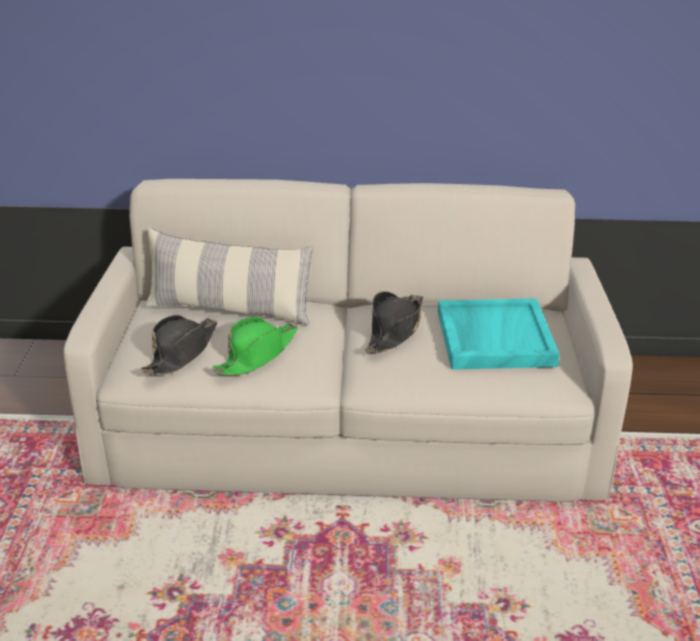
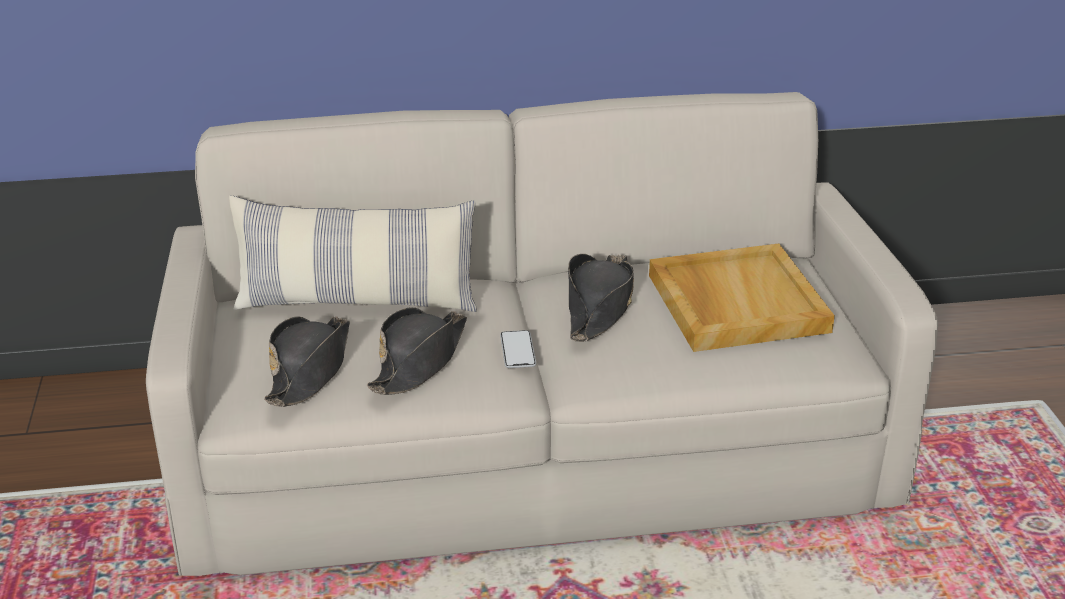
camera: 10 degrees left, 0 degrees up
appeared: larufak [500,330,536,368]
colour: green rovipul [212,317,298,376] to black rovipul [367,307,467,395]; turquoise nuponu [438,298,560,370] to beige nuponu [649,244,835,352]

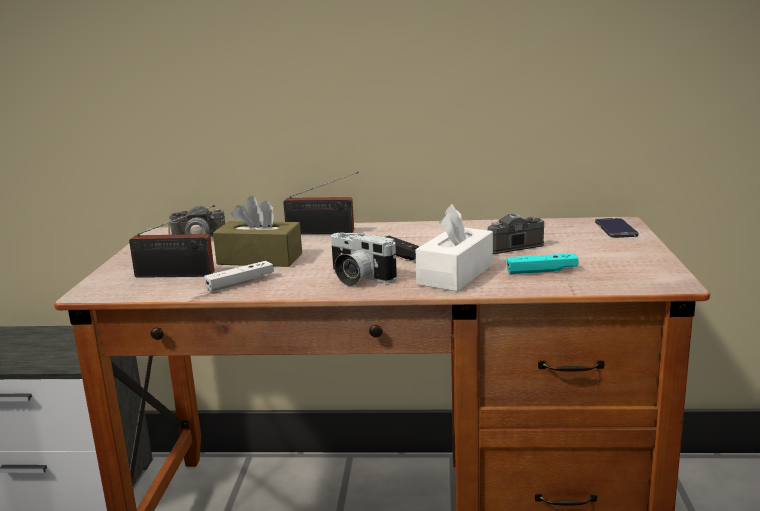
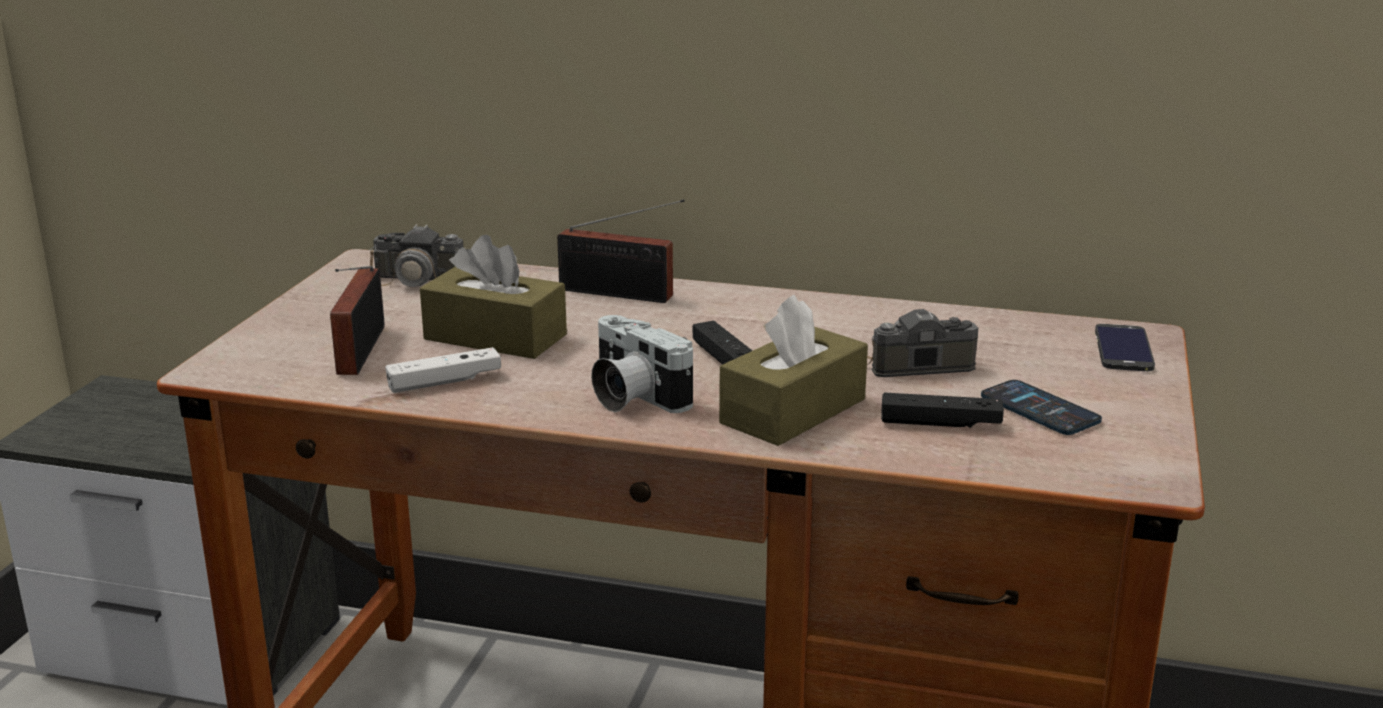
camera: 10 degrees right, 5 degrees up
appeared: larufak [981,380,1102,435]
colour: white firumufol [416,204,493,292] to brown firumufol [719,295,868,446]; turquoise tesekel [507,253,579,274] to black tesekel [881,393,1004,428]
spun: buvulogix [129,205,215,278] = [330,266,385,375] 75 degrees clockwise

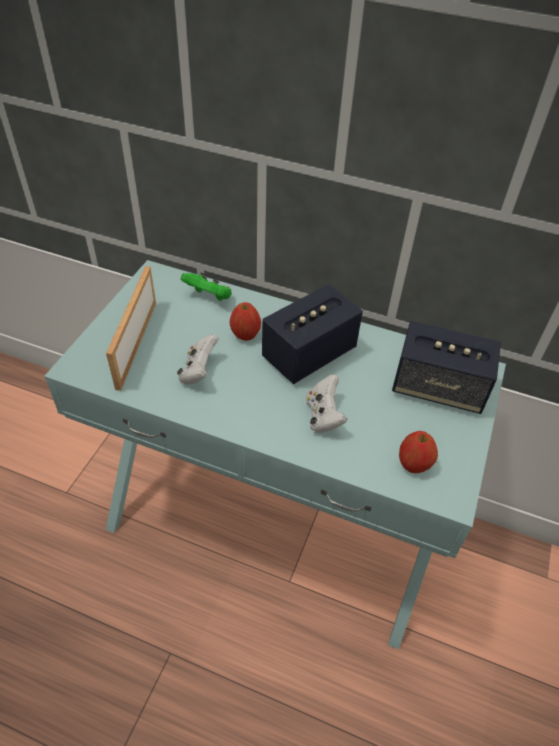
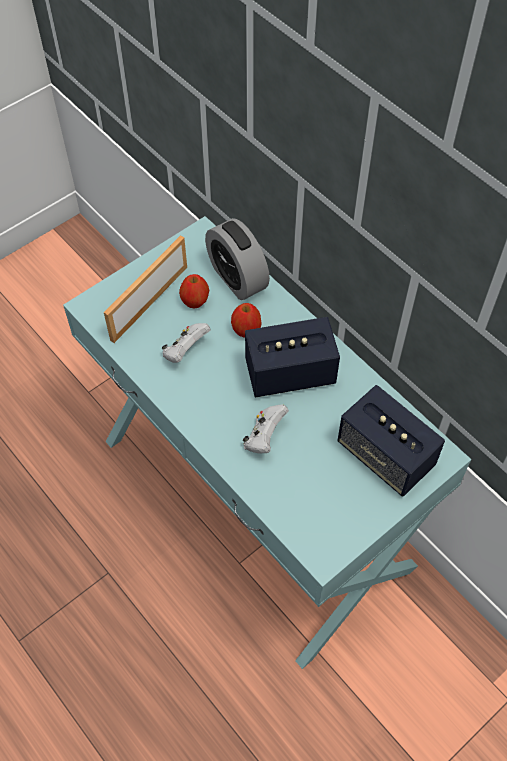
camera: 30 degrees right, 10 degrees up
relocated: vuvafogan [399,431,438,473] to [179,274,209,309]
exchanged: green tesekel [181,272,232,301] to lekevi [205,218,270,300]

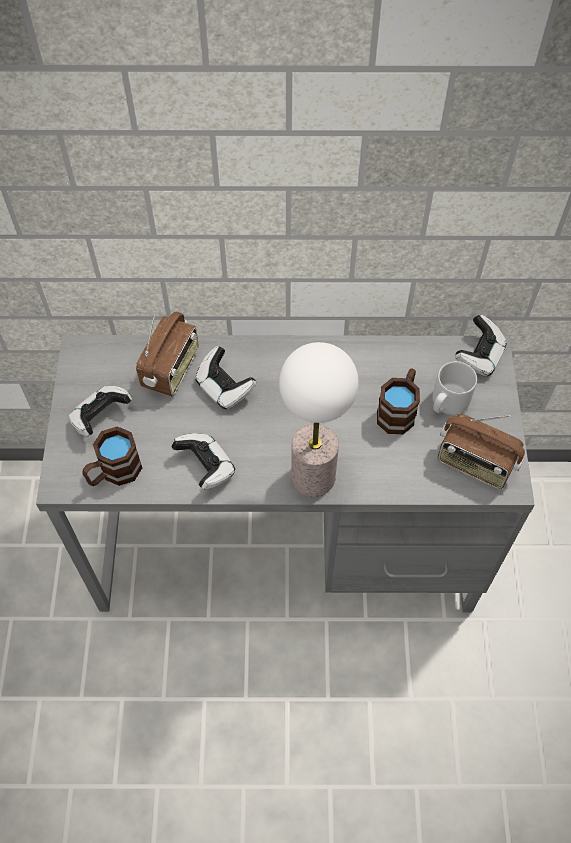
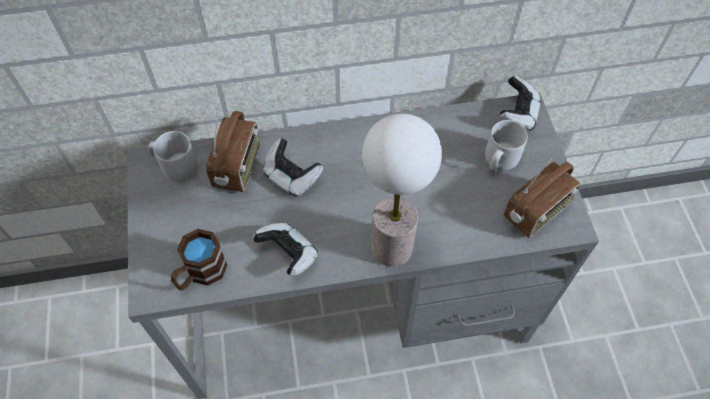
camera: 10 degrees left, 0 degrees up
missing: tesekel [69,386,132,437]; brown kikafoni [377,368,420,434]
appeared: grey kikafoni [148,131,198,182]
spun: buvulogix [438,414,525,489] = [503,153,580,238] 60 degrees counterclockwise

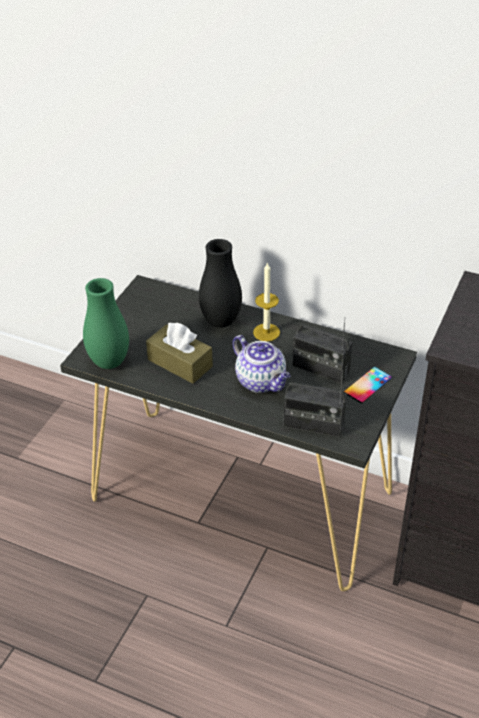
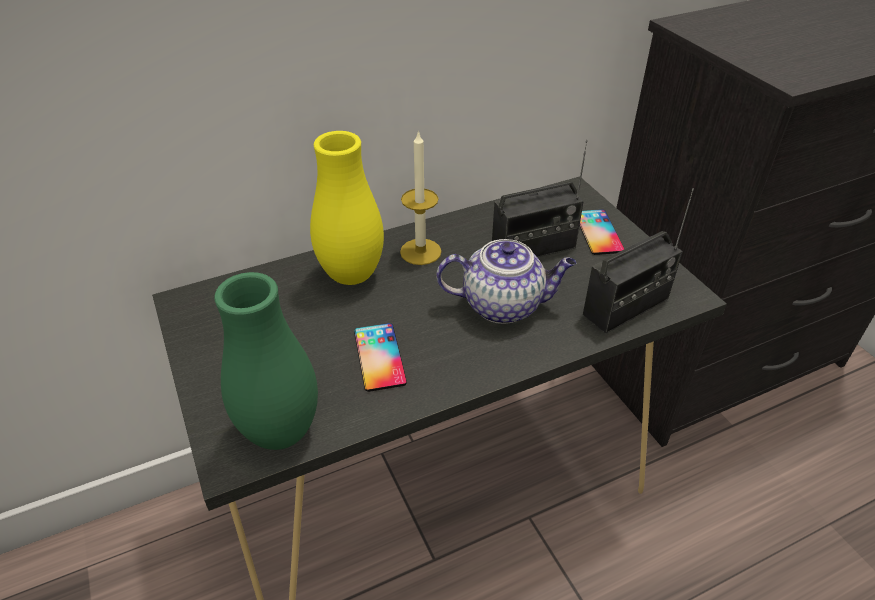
camera: 50 degrees left, 0 degrees up
exchanged: brown firumufol [146,323,213,384] to larufak [354,323,407,392]
colour: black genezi [199,239,242,328] to yellow genezi [310,131,384,285]

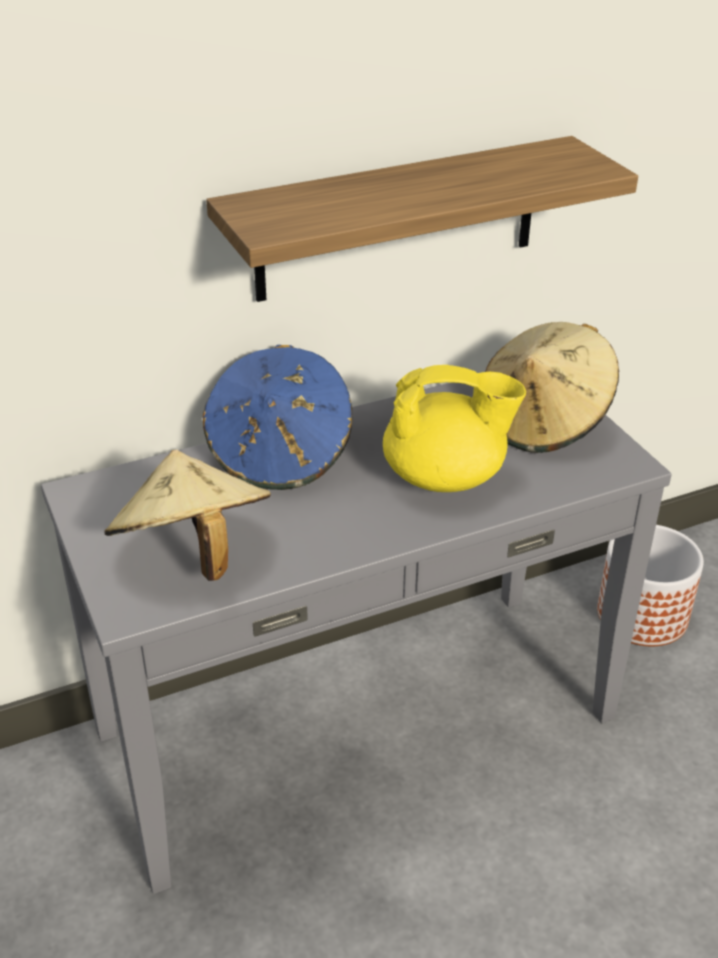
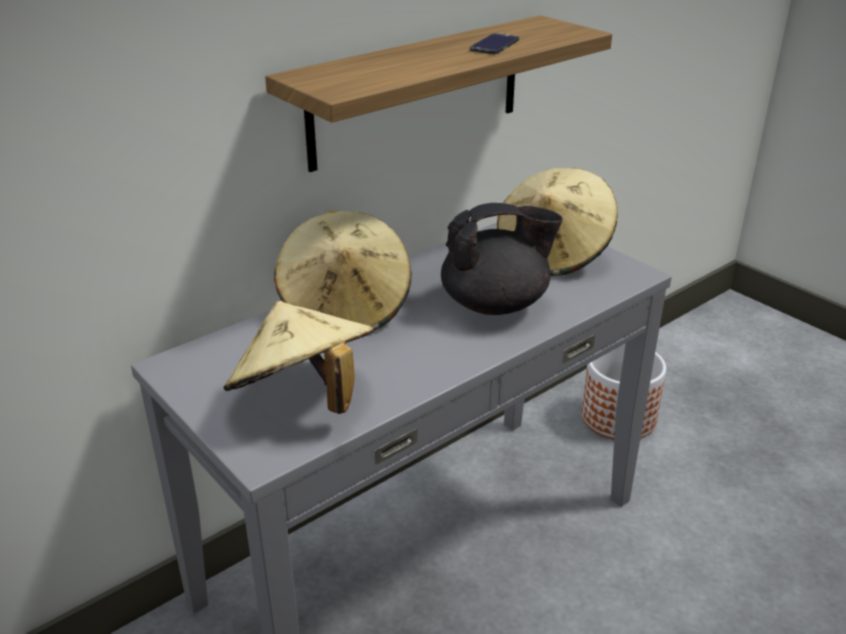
camera: 15 degrees left, 5 degrees down
appeared: larufak [470,33,519,54]
colour: blue rovipul [203,345,352,490] to beige rovipul [274,210,411,331]; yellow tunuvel [383,365,526,492] to black tunuvel [441,203,563,315]

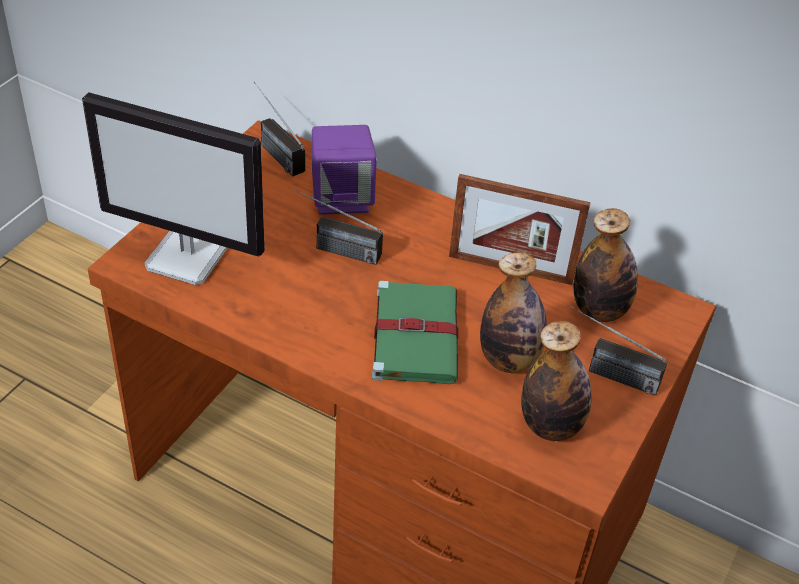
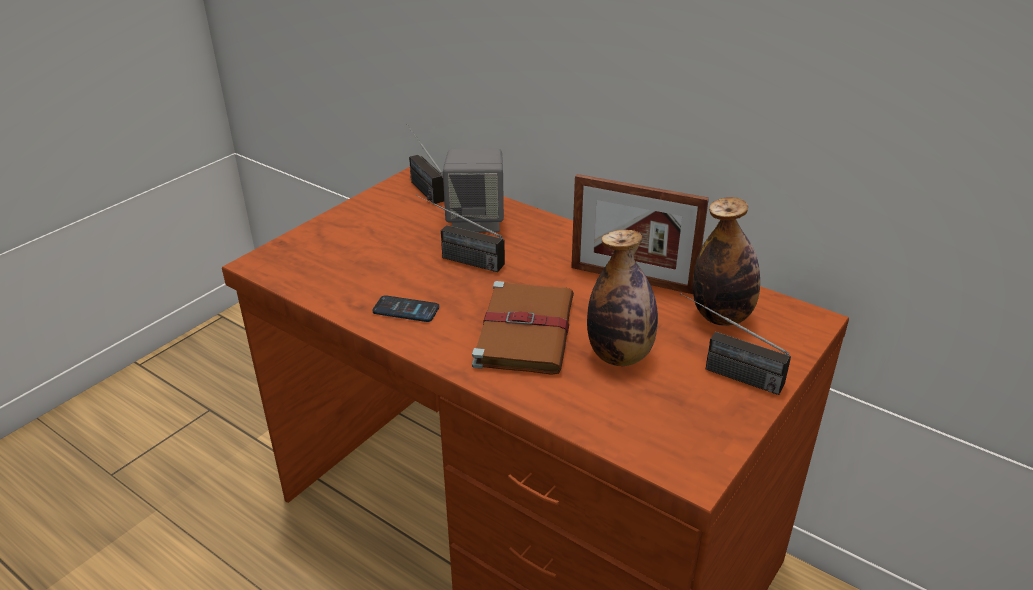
camera: 10 degrees right, 10 degrees down
missing: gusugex [82,92,265,285]; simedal [521,321,591,441]
appeared: larufak [372,295,439,322]
colour: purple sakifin [312,125,377,215] to grey sakifin [443,149,504,232]; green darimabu [372,281,458,384] to brown darimabu [472,281,574,375]

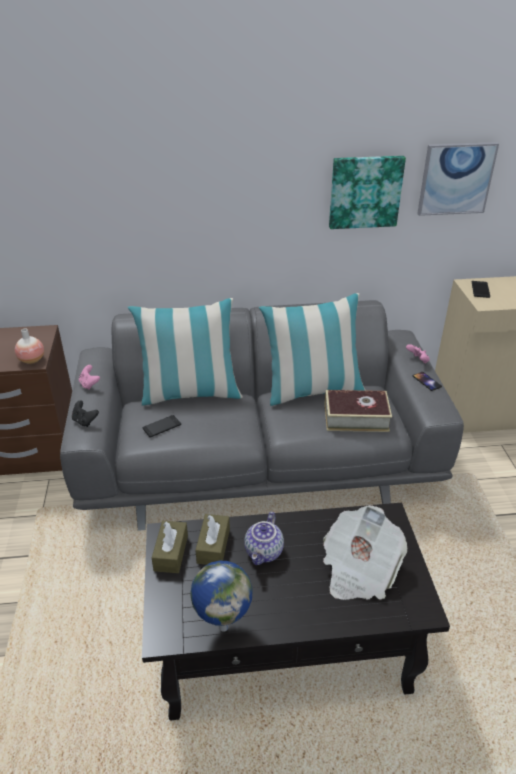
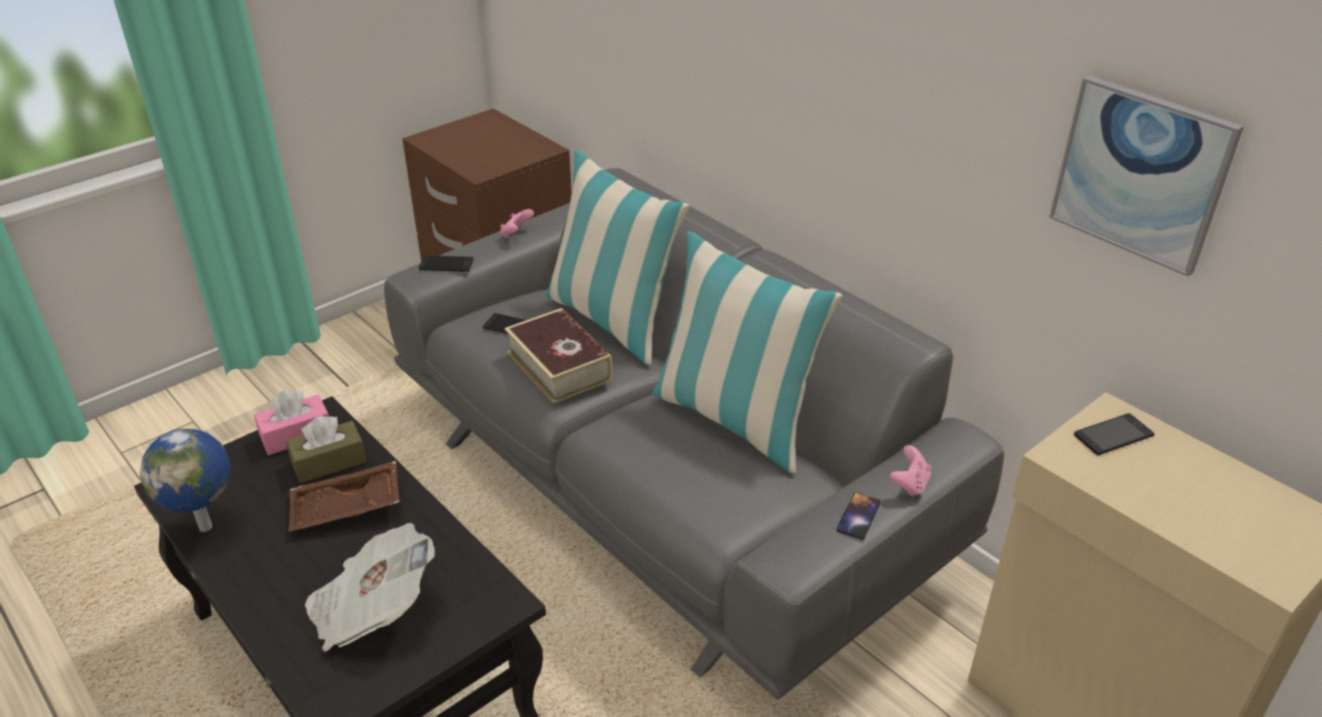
camera: 55 degrees right, 0 degrees up
missing: genezi [15,329,44,364]; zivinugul [329,156,406,229]
relocated: darimabu [325,390,392,432] to [504,308,613,404]
exchanged: tunuvel [244,512,284,565] to brown nuponu [288,461,400,532]; black tesekel [72,400,99,427] to larufak [419,255,473,272]
colour: brown firumufol [152,521,188,573] to pink firumufol [254,389,329,455]

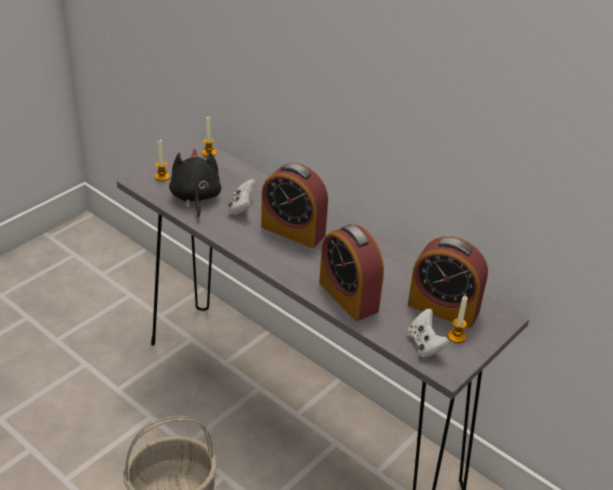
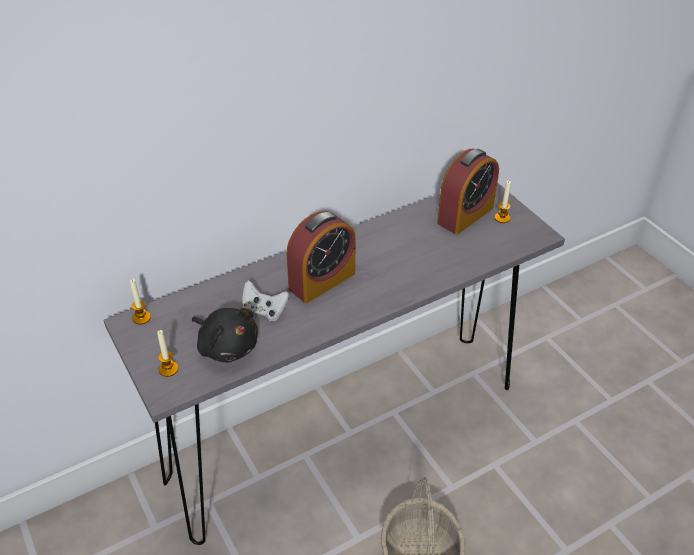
camera: 70 degrees left, 5 degrees up
missing: lekevi [319,224,384,321]; white tesekel [408,309,450,358]
spun: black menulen [169,149,221,218] = [192,308,258,363] 150 degrees counterclockwise

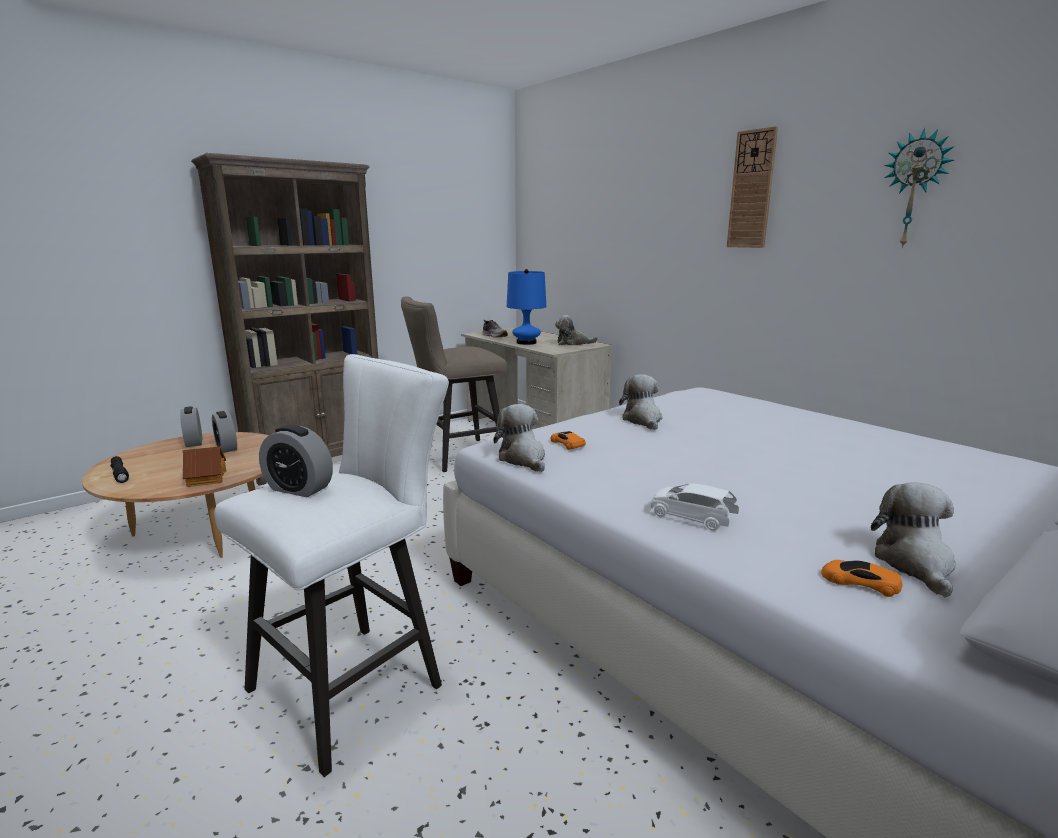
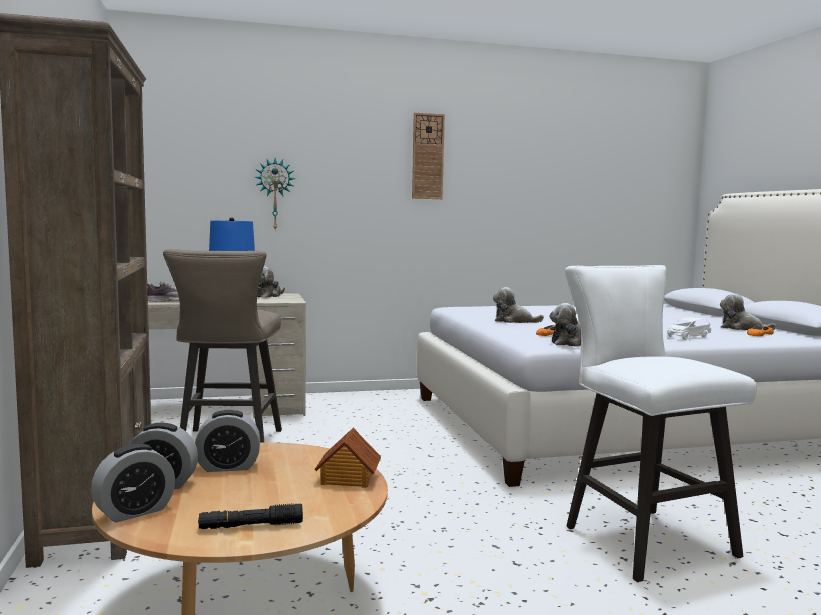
camera: 65 degrees left, 10 degrees down
relocated: lekevi [259,425,333,497] to [91,444,175,523]; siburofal [884,128,954,248] to [255,158,295,230]

